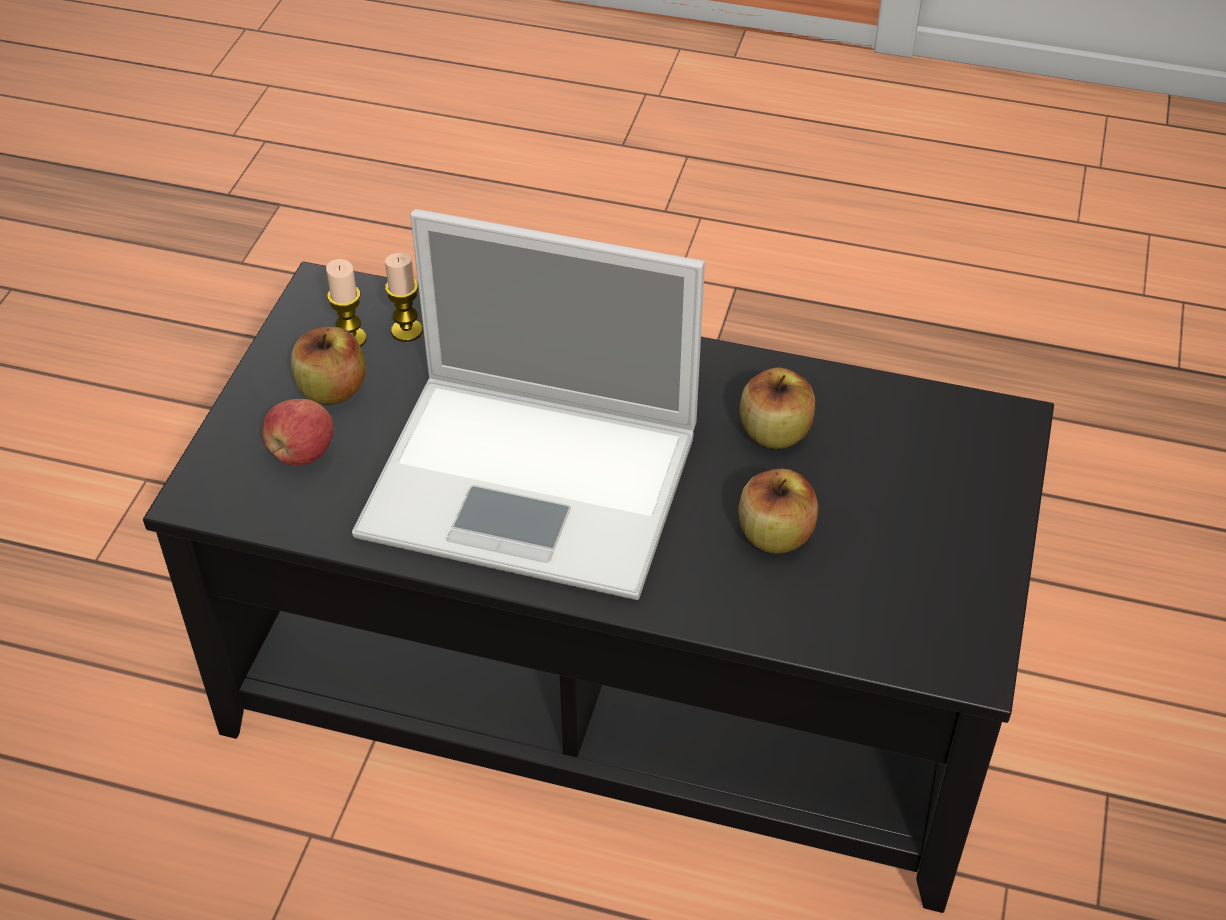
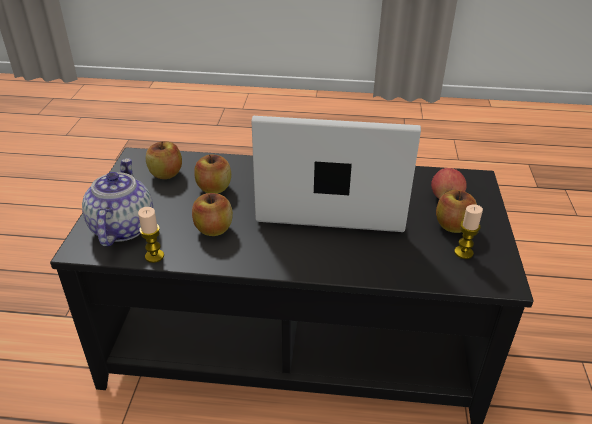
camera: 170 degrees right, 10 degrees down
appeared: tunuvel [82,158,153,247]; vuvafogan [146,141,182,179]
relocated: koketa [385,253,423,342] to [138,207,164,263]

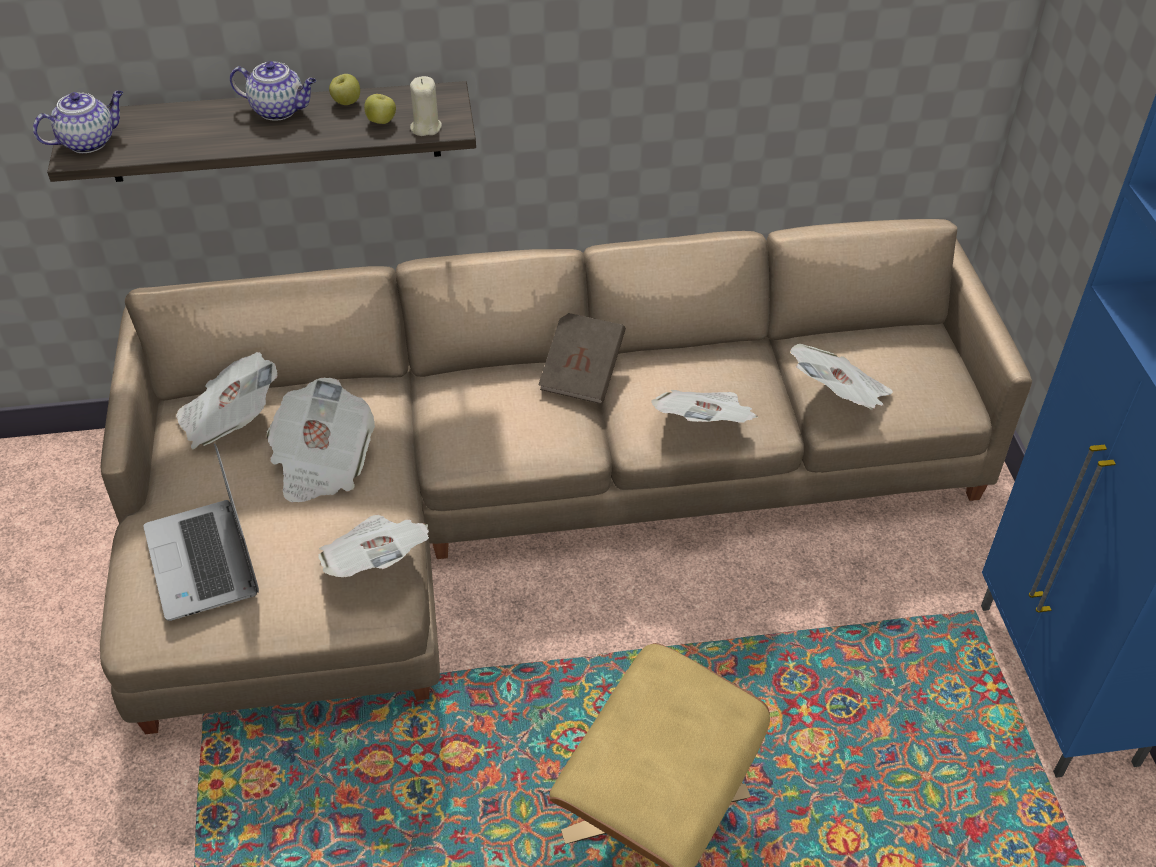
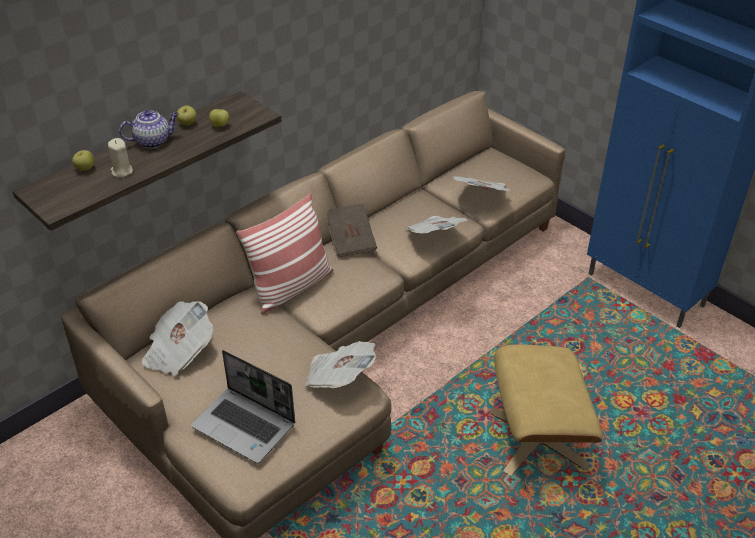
camera: 35 degrees left, 5 degrees down
missing: tunuvel [33,91,124,153]; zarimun [266,378,375,502]
appeared: vuvafogan [72,150,94,171]; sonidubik [236,193,333,314]
relocated: beige koketa [410,76,442,136] to [108,138,133,178]

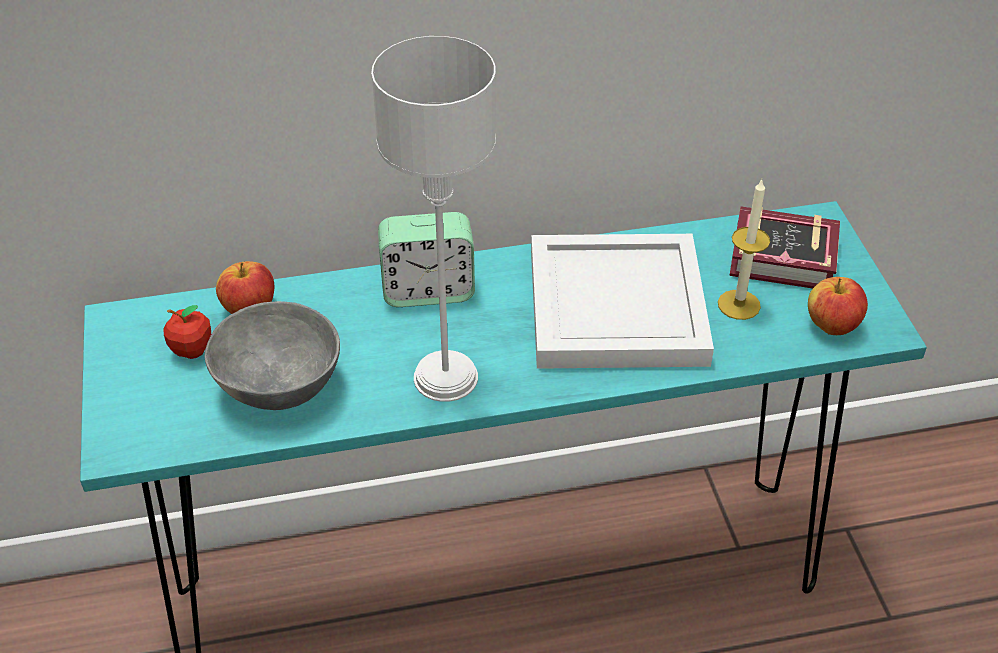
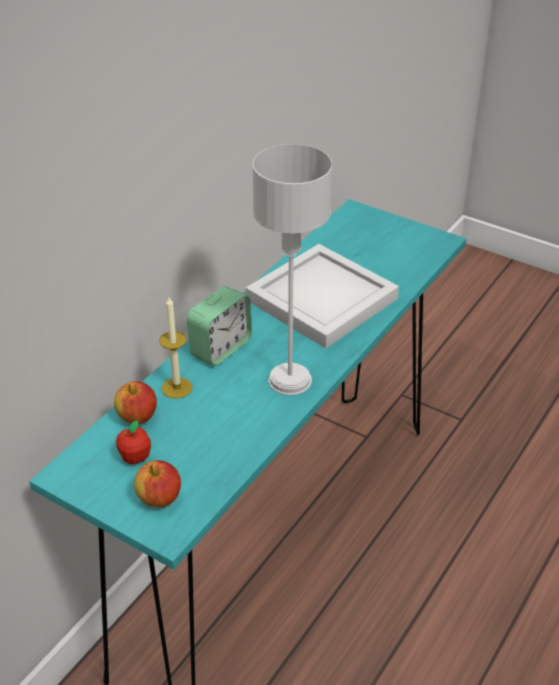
camera: 45 degrees left, 5 degrees down
missing: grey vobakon [205,301,340,410]; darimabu [729,207,840,289]
relocated: vuvafogan [808,277,868,335] to [134,460,181,507]; koketa [718,180,770,320] to [159,297,193,399]

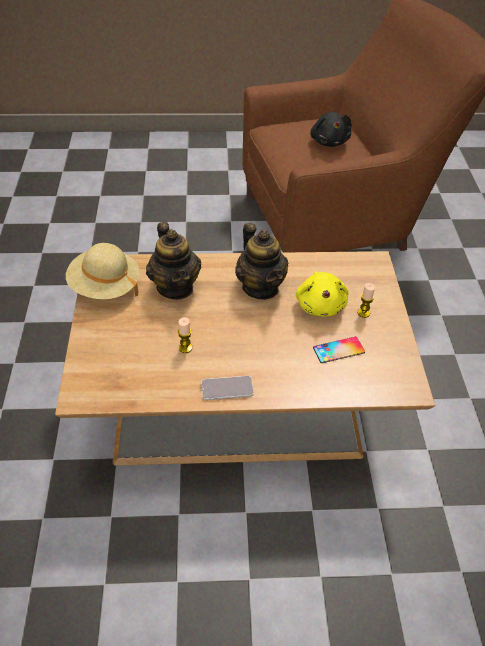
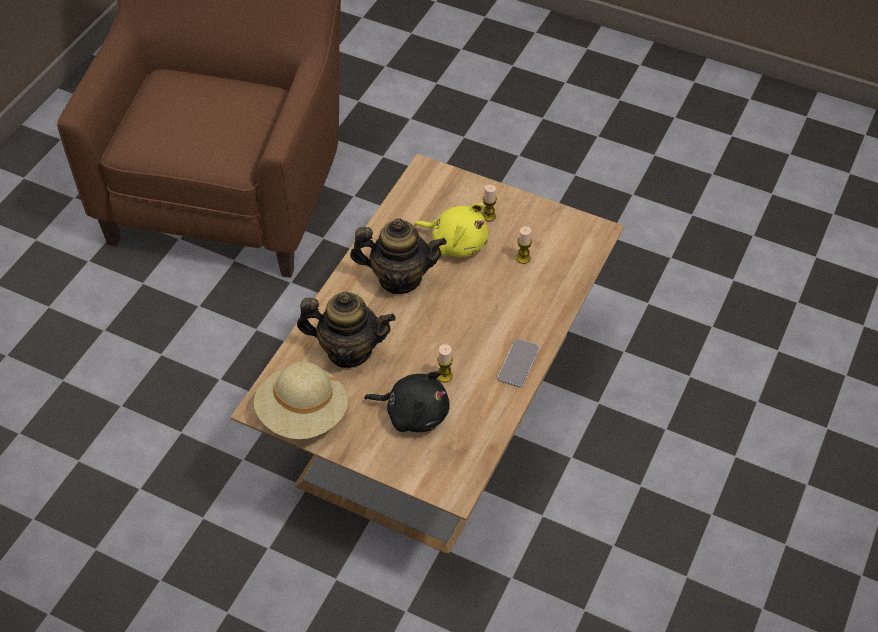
camera: 60 degrees left, 5 degrees up
relocated: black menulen [310,112,352,147] to [364,371,450,432]
exchanged: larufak [313,337,365,363] to koketa [516,226,532,264]

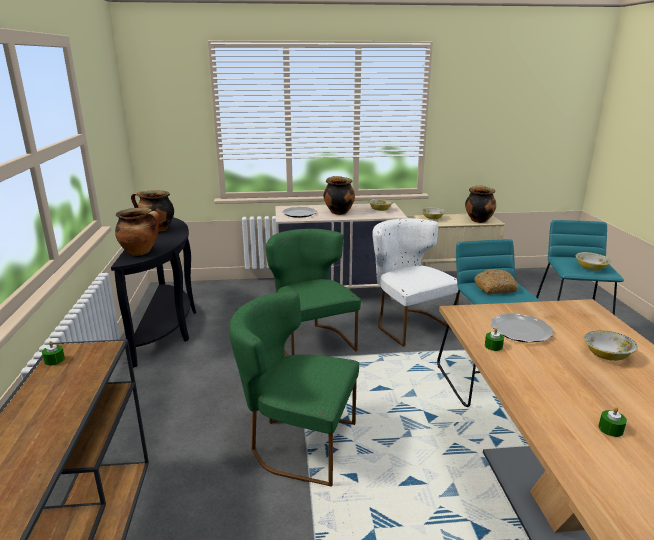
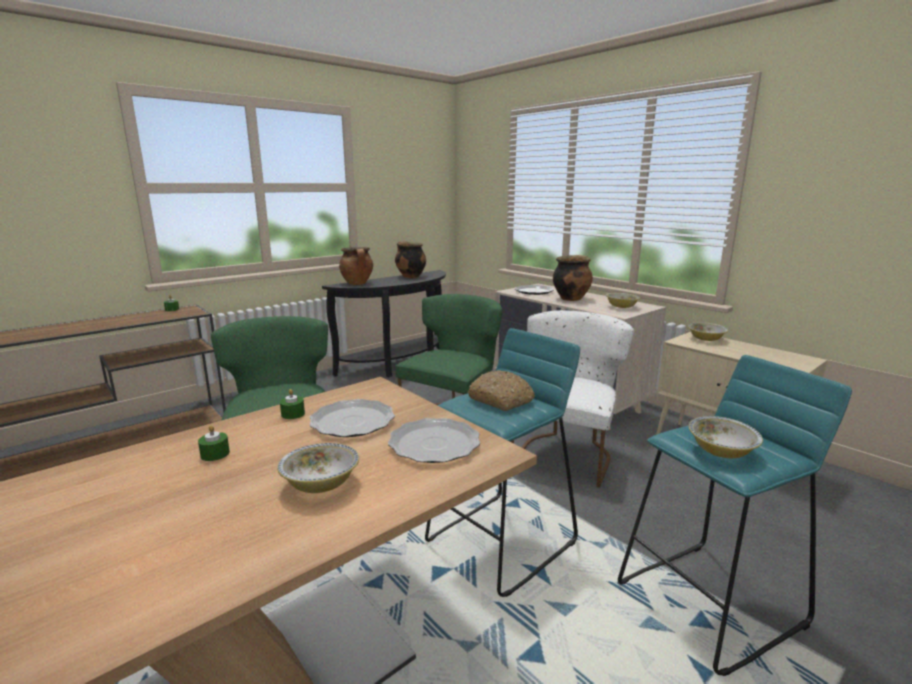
camera: 55 degrees right, 5 degrees down
missing: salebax [465,185,496,223]
appeared: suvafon [388,418,480,463]
relocated: green koketa [599,407,627,437] to [198,425,230,461]

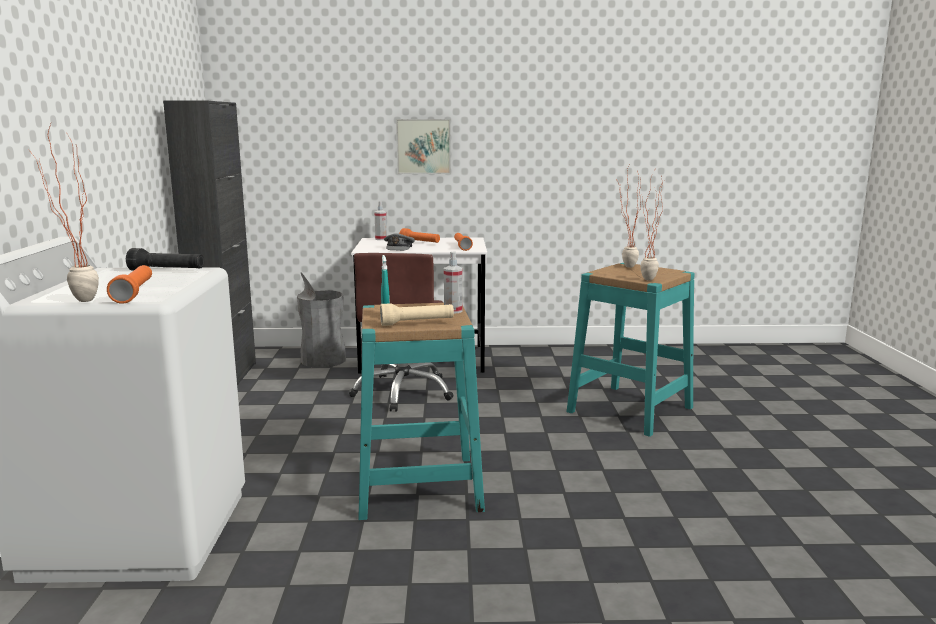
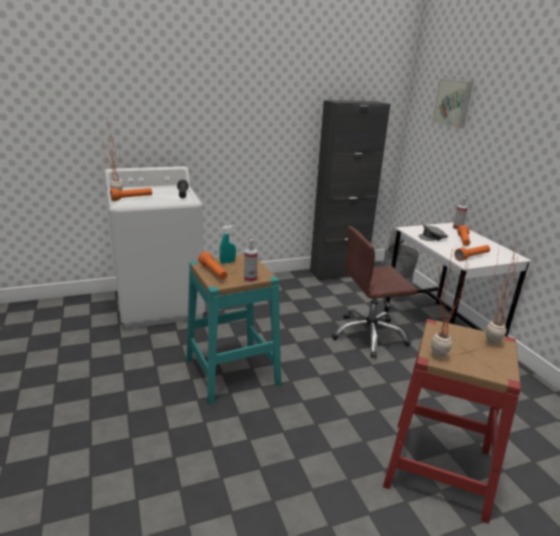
camera: 70 degrees right, 10 degrees up
relocated: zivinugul [396,119,451,174] to [432,79,473,129]
colour: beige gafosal [380,303,454,326] to orange gafosal [198,252,228,280]; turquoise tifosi [567,263,695,437] to red tifosi [383,319,521,524]

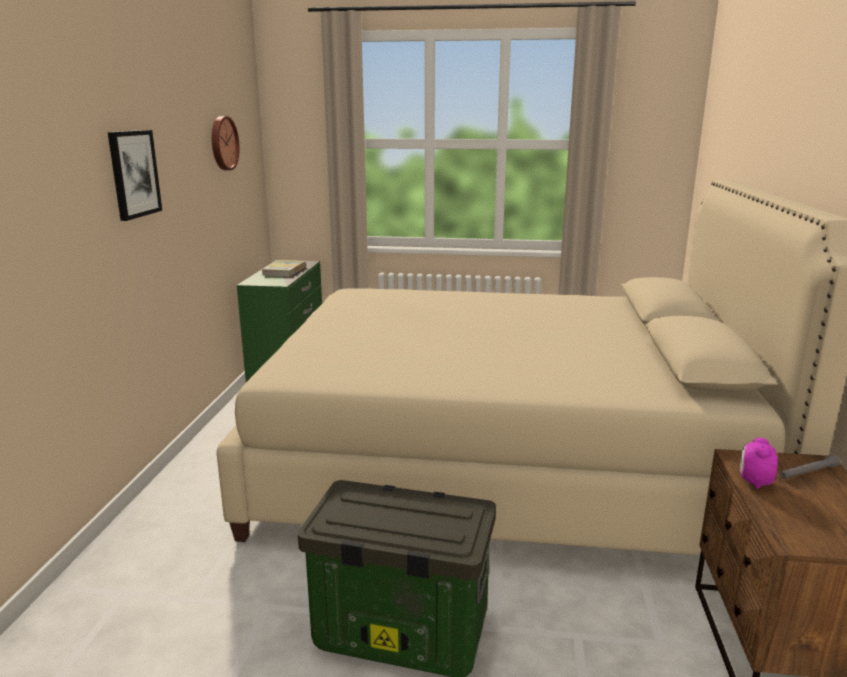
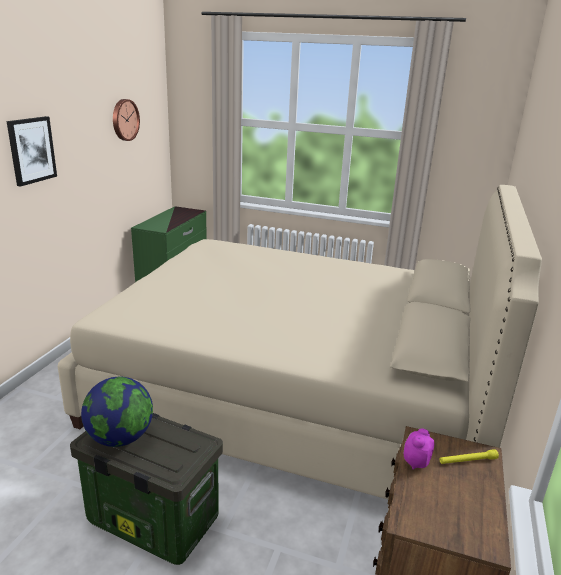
camera: 10 degrees right, 5 degrees up
missing: darimabu [261,260,306,277]
appeared: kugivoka [81,377,153,447]
colour: grey gafosal [780,455,840,479] to yellow gafosal [440,449,499,464]

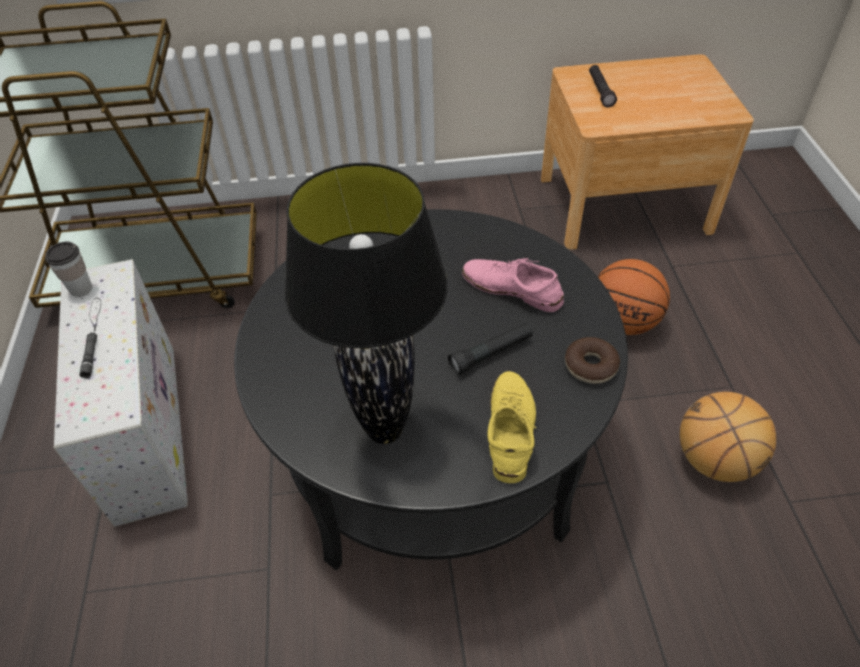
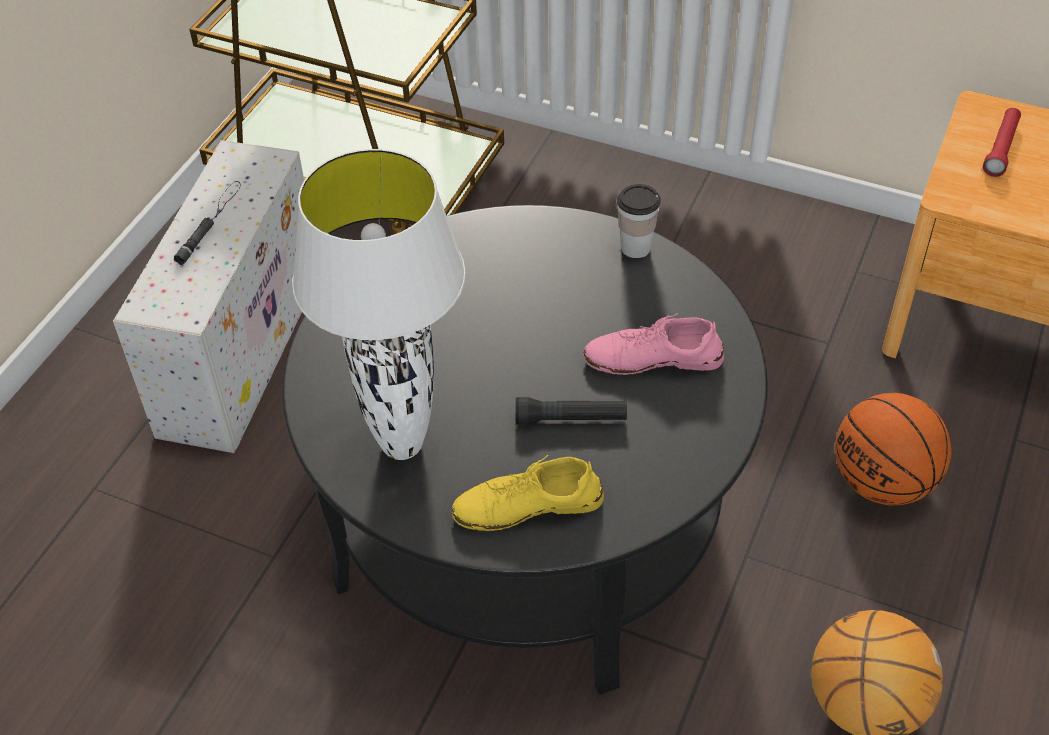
camera: 30 degrees right, 0 degrees up
missing: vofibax [565,337,620,384]
relocated: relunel [45,242,92,297] to [617,184,661,258]
colour: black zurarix [284,163,448,444] to white zurarix [292,149,466,460]; black gafosal [589,65,617,107] to red gafosal [983,108,1021,177]
spun: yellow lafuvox [487,371,536,483] = [452,455,604,531] 135 degrees counterclockwise; pink lafuvox [462,258,564,312] = [583,314,724,375] 60 degrees counterclockwise

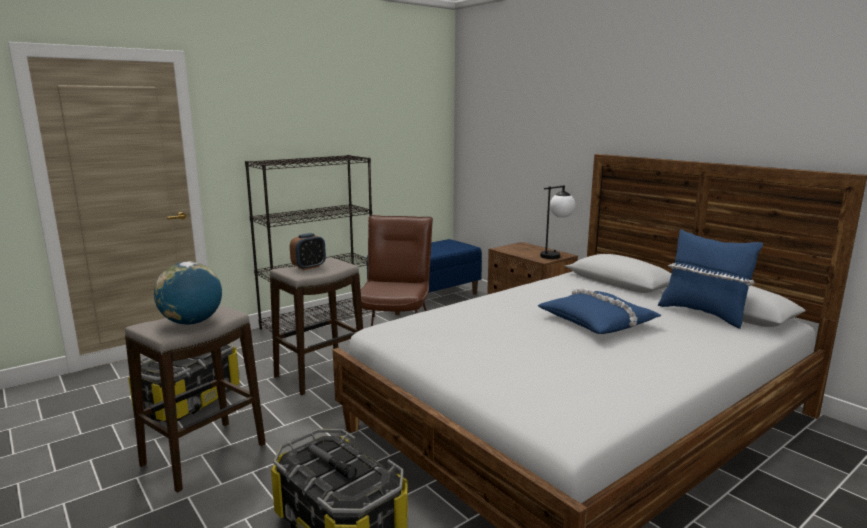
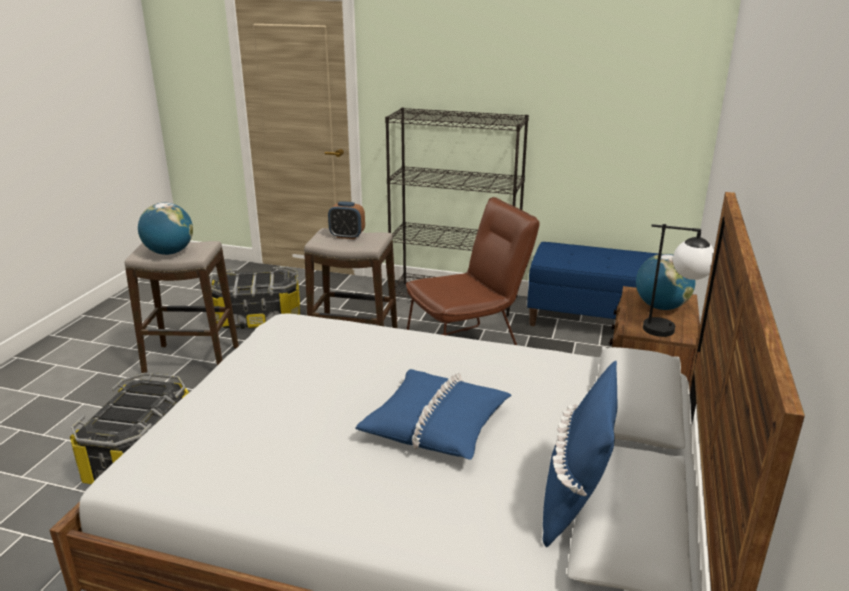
camera: 55 degrees right, 10 degrees up
missing: gafosal [307,444,357,479]
appeared: kugivoka [636,254,696,310]

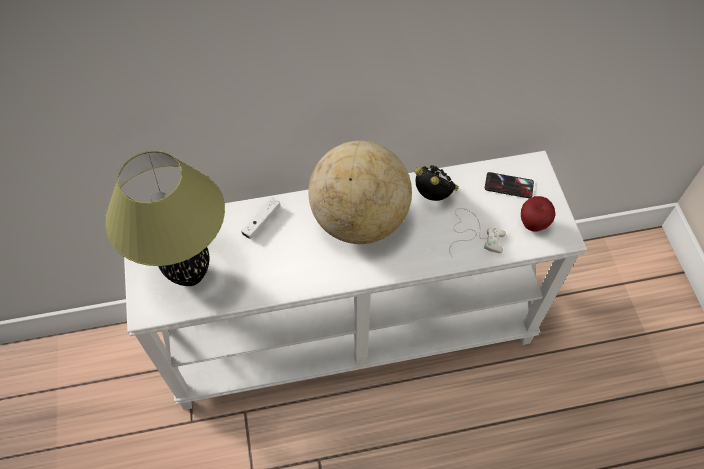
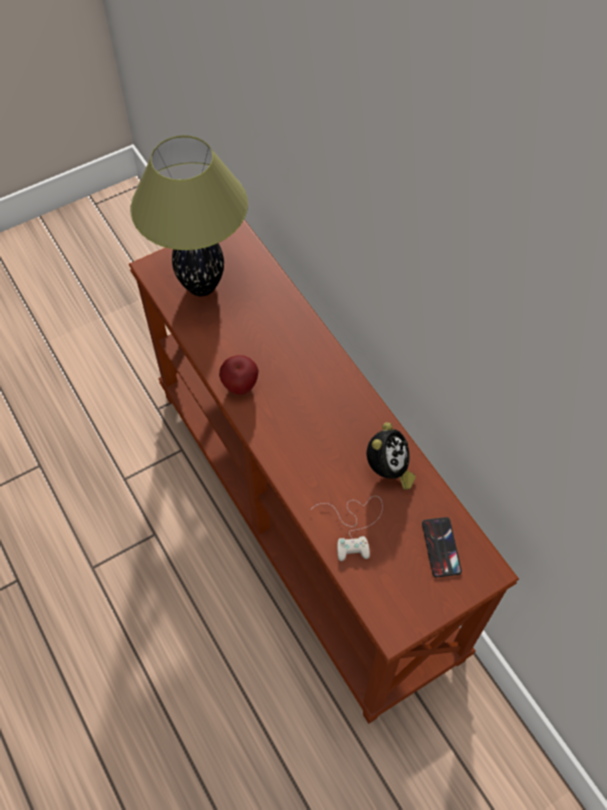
camera: 70 degrees right, 0 degrees up
missing: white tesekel [241,197,280,239]; kugivoka [308,141,412,244]
relocated: vuvafogan [521,196,555,232] to [219,355,259,395]
colour: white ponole [124,151,587,410] to brown ponole [129,219,519,724]

